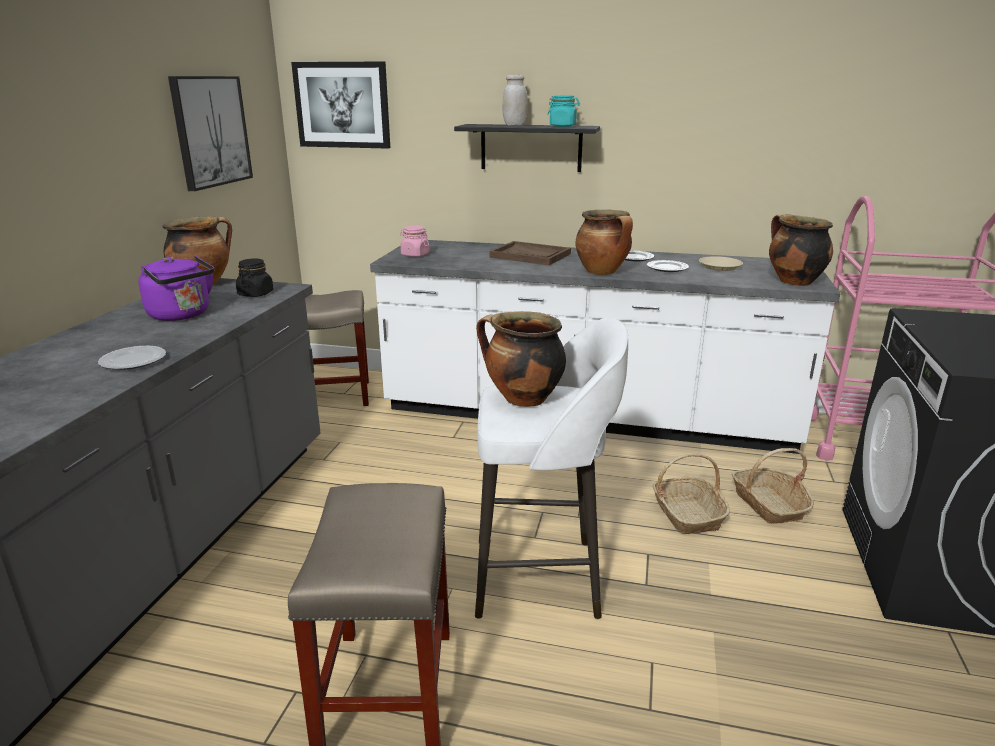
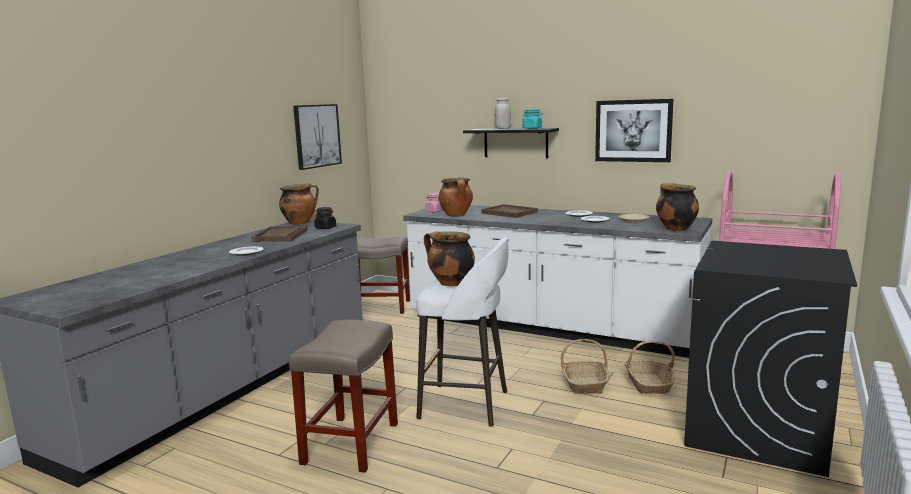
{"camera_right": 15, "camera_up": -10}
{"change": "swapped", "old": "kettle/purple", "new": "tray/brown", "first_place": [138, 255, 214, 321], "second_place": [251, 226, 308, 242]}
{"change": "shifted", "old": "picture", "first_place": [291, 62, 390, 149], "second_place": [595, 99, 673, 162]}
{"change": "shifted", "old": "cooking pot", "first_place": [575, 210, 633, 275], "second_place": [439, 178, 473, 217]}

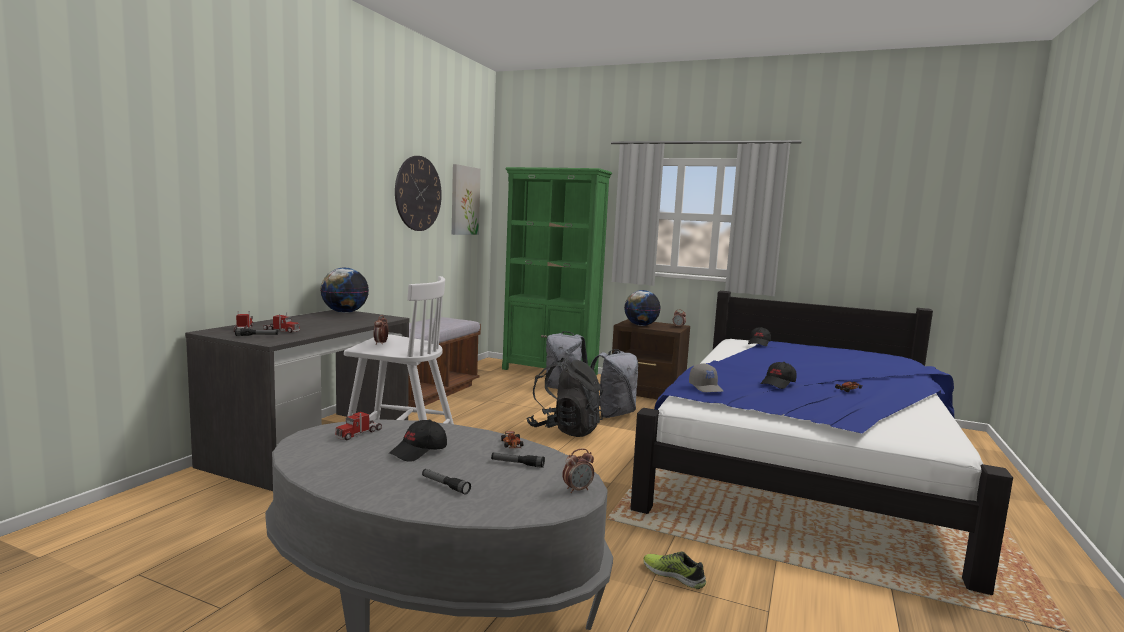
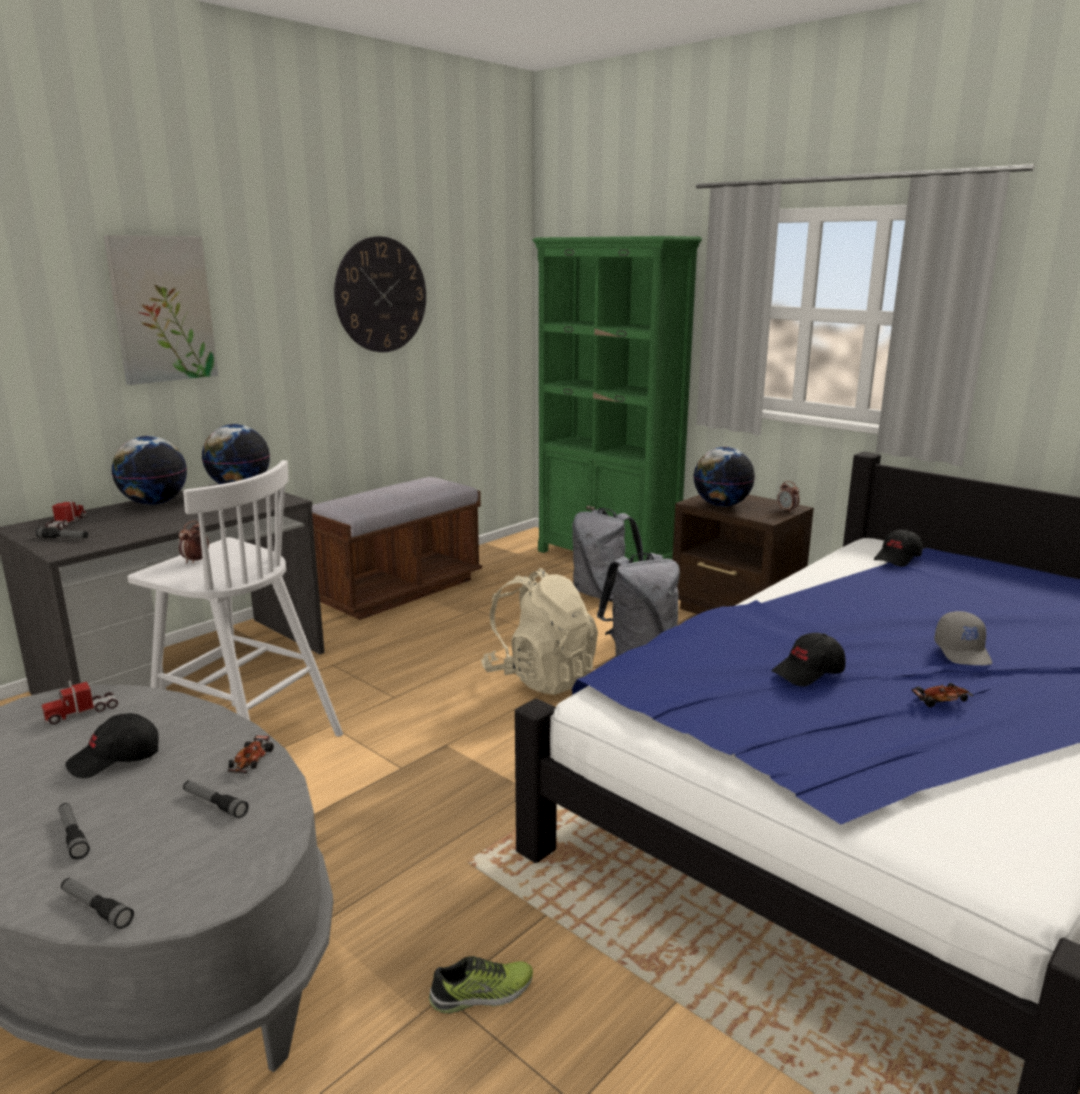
{"camera_right": 20, "camera_up": 10}
{"change": "gone", "old": "toy truck", "first_place": [263, 313, 300, 333]}
{"change": "shifted", "old": "picture", "first_place": [452, 164, 481, 235], "second_place": [104, 235, 218, 385]}
{"change": "repainted", "old": "backpack/black", "new": "backpack/beige", "first_place": [526, 358, 603, 437], "second_place": [481, 568, 598, 695]}
{"change": "gone", "old": "alarm clock", "first_place": [562, 449, 594, 493]}
{"change": "rotated", "old": "shoe", "first_place": [643, 551, 706, 589], "second_place": [429, 956, 533, 1014], "degrees": 105}
{"change": "shifted", "old": "cap/grey", "first_place": [689, 363, 724, 392], "second_place": [934, 611, 992, 665]}
{"change": "new", "new": "flashlight", "second_place": [61, 878, 134, 929]}
{"change": "new", "new": "globe", "second_place": [112, 436, 187, 505]}

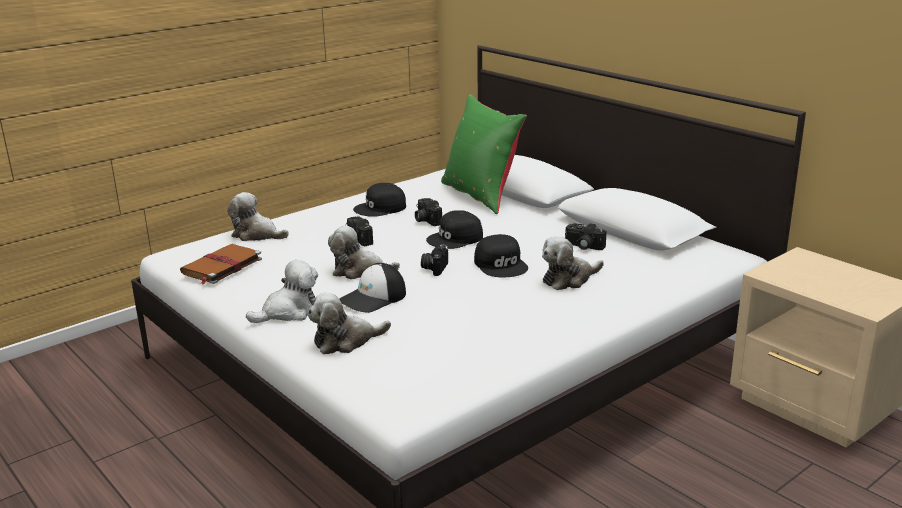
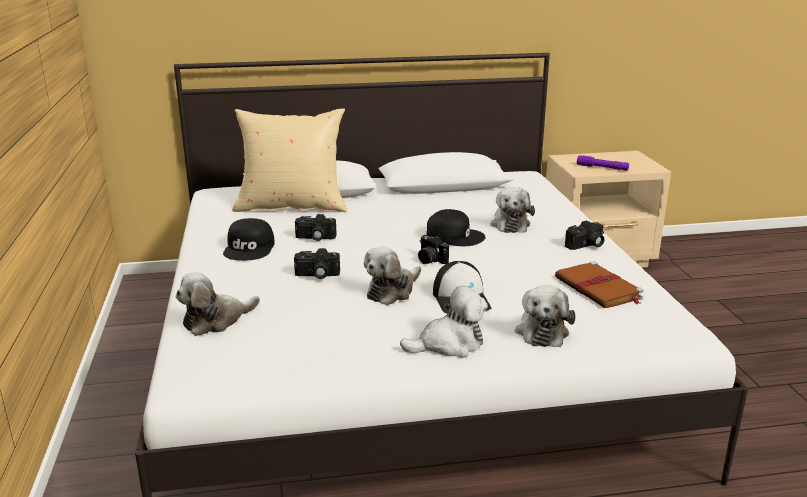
{"camera_right": -60, "camera_up": 0}
{"change": "shifted", "old": "book/brown", "first_place": [180, 244, 262, 285], "second_place": [555, 261, 644, 308]}
{"change": "rotated", "old": "plush toy", "first_place": [246, 260, 318, 323], "second_place": [400, 286, 488, 358], "degrees": 75}
{"change": "gone", "old": "cap/black", "first_place": [426, 210, 483, 249]}
{"change": "repainted", "old": "pillow/green", "new": "pillow/beige", "first_place": [441, 94, 527, 214], "second_place": [232, 108, 347, 212]}
{"change": "shifted", "old": "photo camera", "first_place": [565, 223, 606, 250], "second_place": [565, 220, 604, 250]}
{"change": "new", "new": "flashlight/purple", "second_place": [577, 155, 629, 171]}

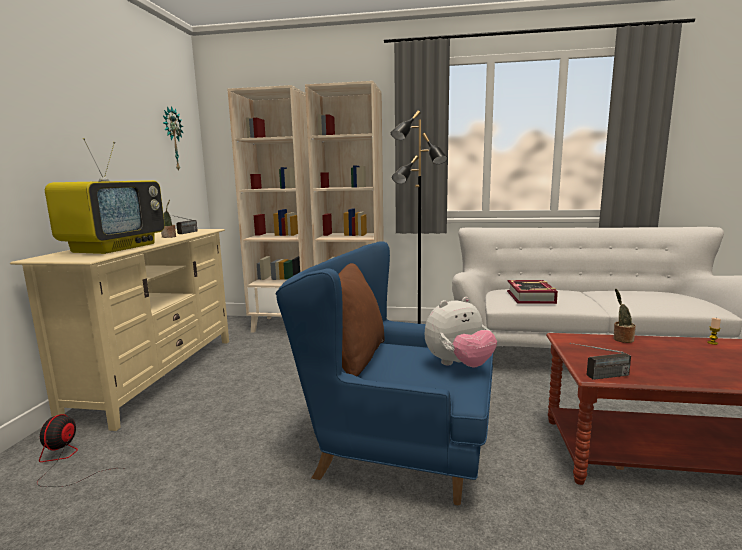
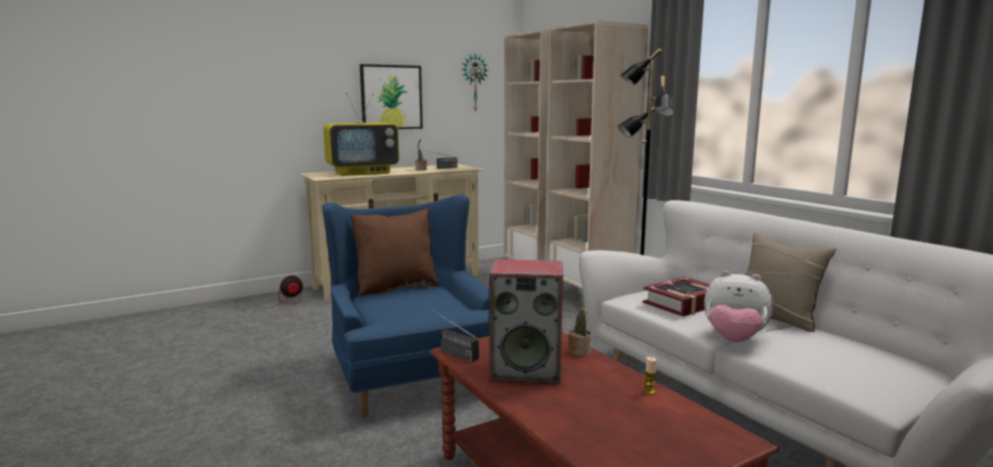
{"camera_right": 50, "camera_up": 0}
{"change": "shifted", "old": "plush toy", "first_place": [425, 297, 497, 367], "second_place": [704, 271, 773, 342]}
{"change": "new", "new": "picture", "second_place": [360, 64, 423, 129]}
{"change": "new", "new": "speaker", "second_place": [489, 259, 563, 384]}
{"change": "new", "new": "pillow/beige", "second_place": [745, 233, 836, 332]}

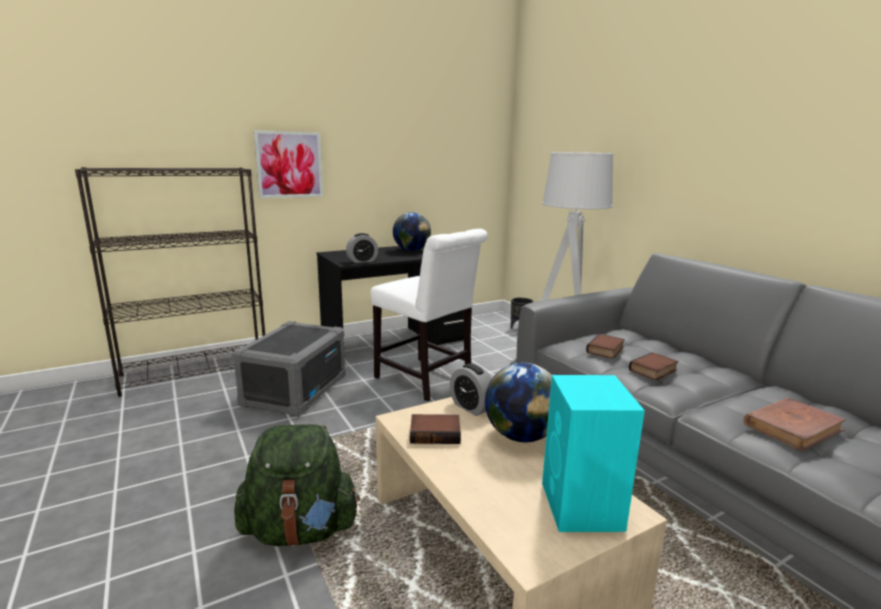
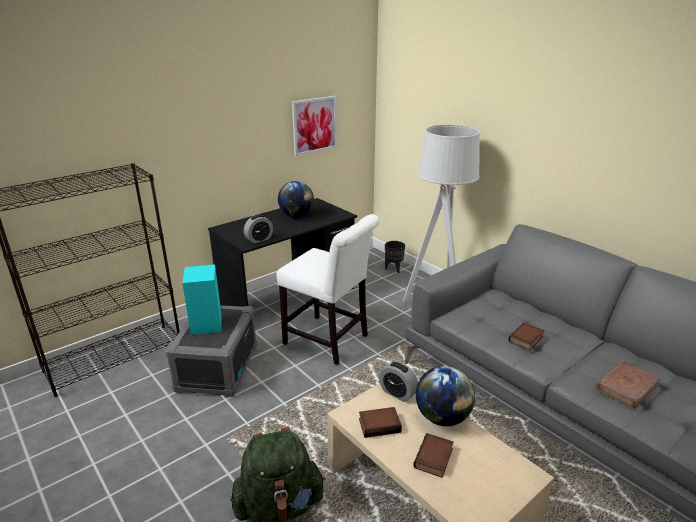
{"camera_right": -10, "camera_up": 10}
{"change": "shifted", "old": "picture", "first_place": [254, 130, 323, 198], "second_place": [292, 96, 337, 156]}
{"change": "shifted", "old": "speaker/turquoise", "first_place": [542, 375, 645, 532], "second_place": [182, 265, 221, 335]}
{"change": "shifted", "old": "book", "first_place": [586, 334, 625, 359], "second_place": [413, 433, 454, 478]}

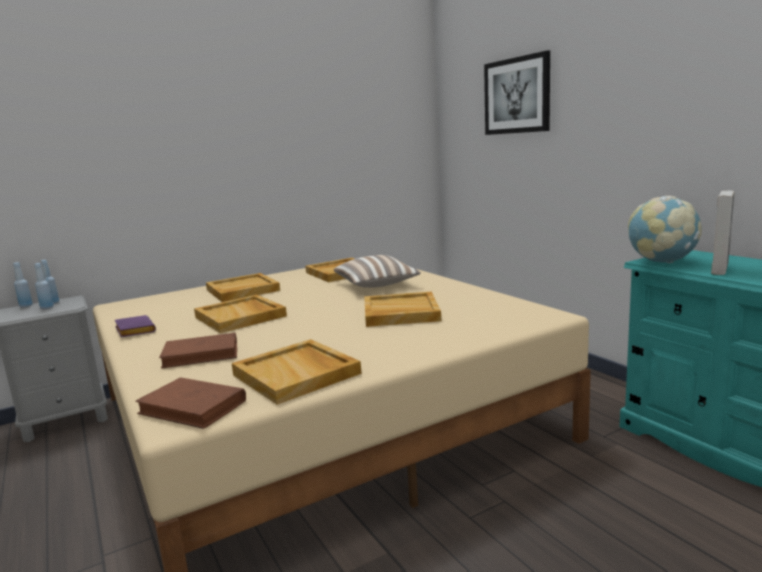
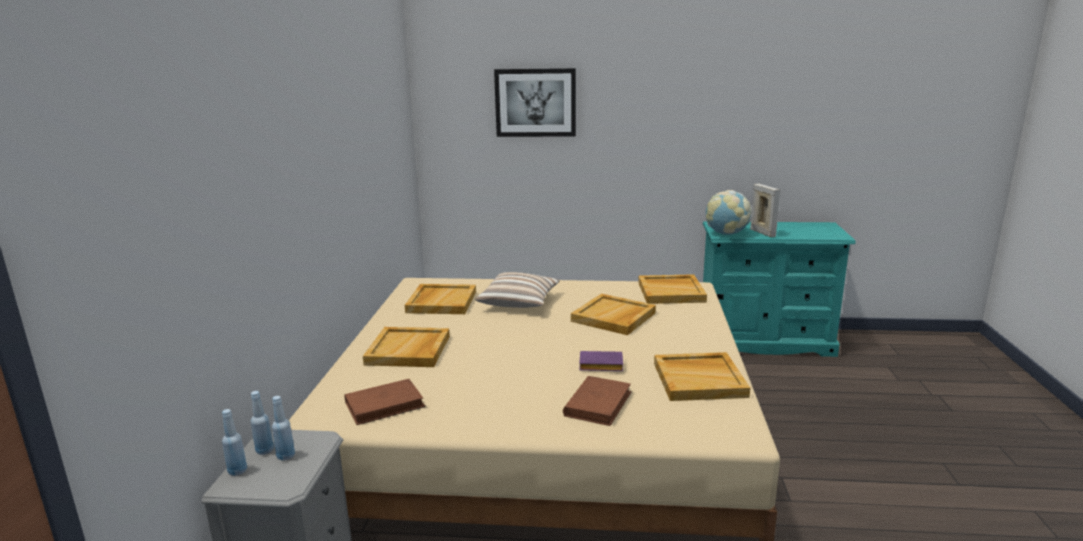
{"camera_right": -55, "camera_up": 5}
{"change": "shifted", "old": "book/purple", "first_place": [115, 315, 156, 337], "second_place": [579, 351, 623, 371]}
{"change": "shifted", "old": "book/brown", "first_place": [135, 377, 246, 429], "second_place": [344, 379, 426, 425]}
{"change": "shifted", "old": "tray/beige", "first_place": [194, 295, 287, 333], "second_place": [638, 274, 707, 304]}

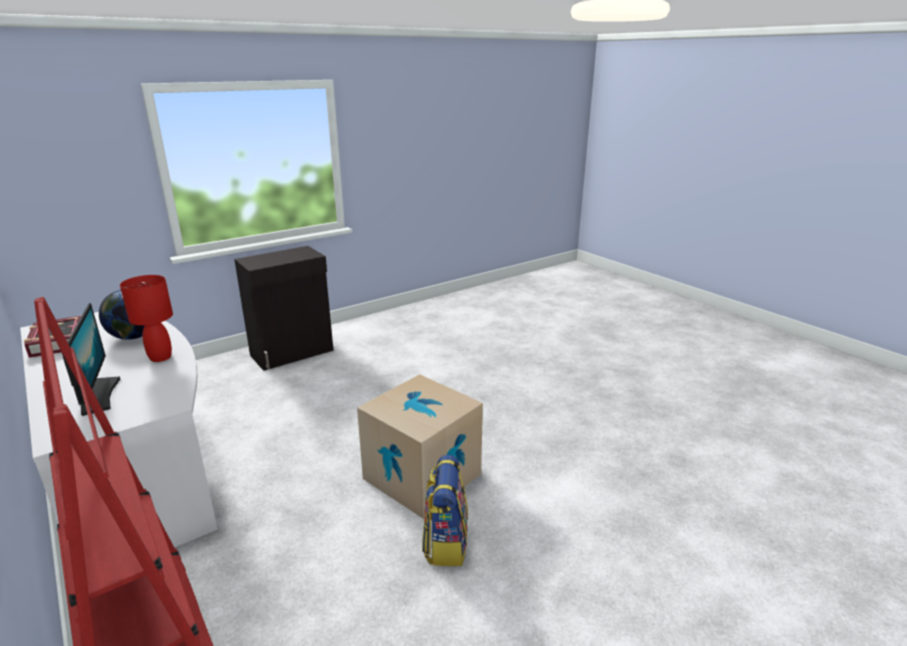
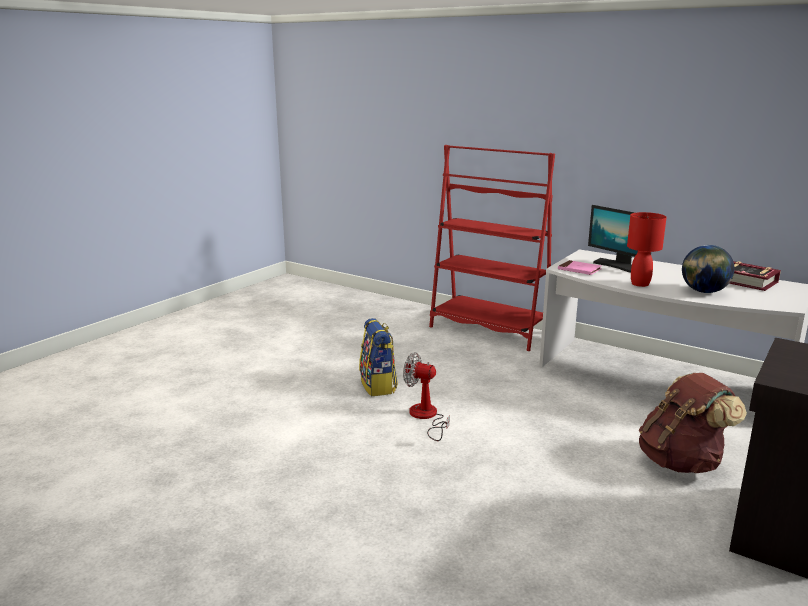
{"camera_right": 160, "camera_up": -5}
{"change": "swapped", "old": "cardboard box", "new": "fan", "first_place": [357, 374, 483, 519], "second_place": [403, 352, 450, 441]}
{"change": "new", "new": "book/pink", "second_place": [558, 260, 601, 275]}
{"change": "new", "new": "backpack/brown", "second_place": [639, 373, 747, 473]}

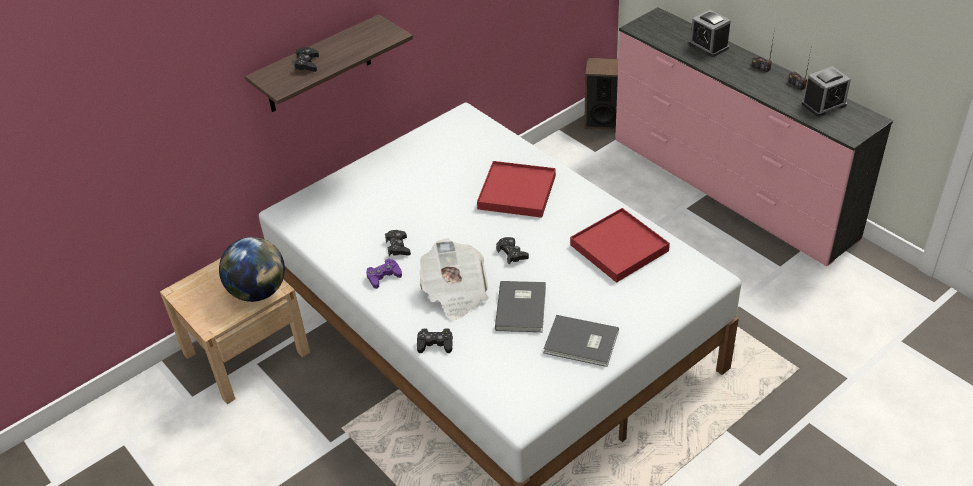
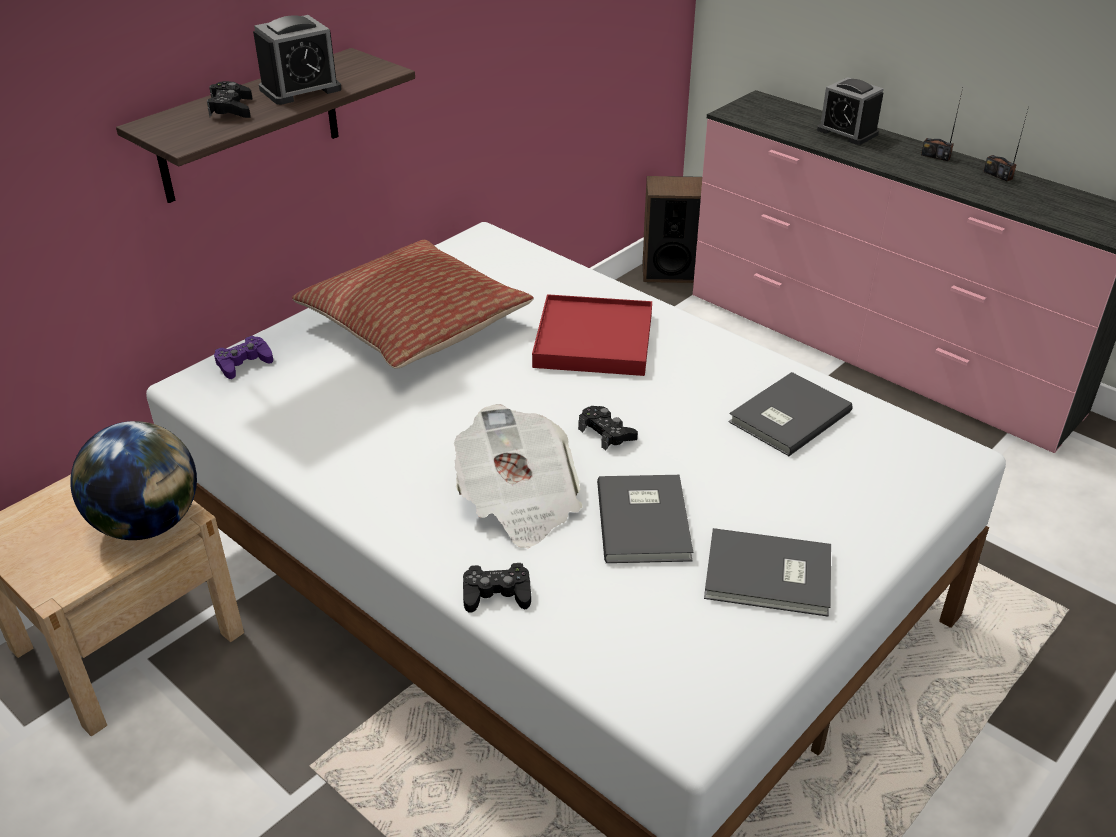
{"camera_right": -10, "camera_up": -5}
{"change": "shifted", "old": "game controller/purple", "first_place": [366, 258, 402, 289], "second_place": [214, 336, 273, 379]}
{"change": "gone", "old": "game controller/black", "first_place": [385, 230, 411, 256]}
{"change": "swapped", "old": "tray/red", "new": "book/grey", "first_place": [570, 208, 670, 283], "second_place": [728, 372, 853, 456]}
{"change": "shifted", "old": "alarm clock", "first_place": [802, 66, 851, 117], "second_place": [253, 15, 341, 105]}
{"change": "new", "new": "pillow", "second_place": [292, 240, 534, 369]}

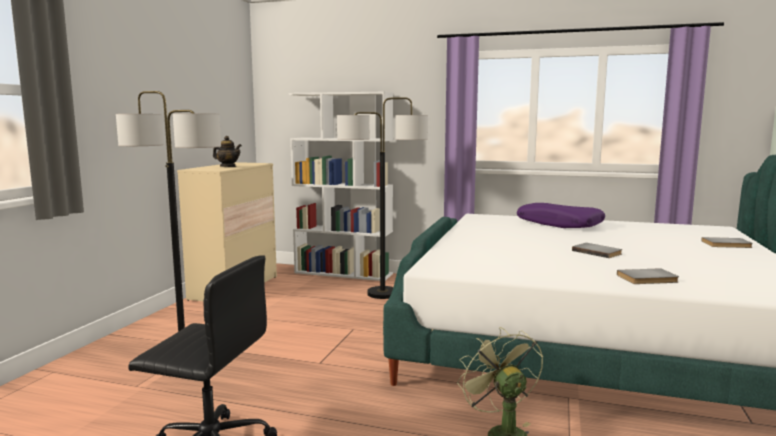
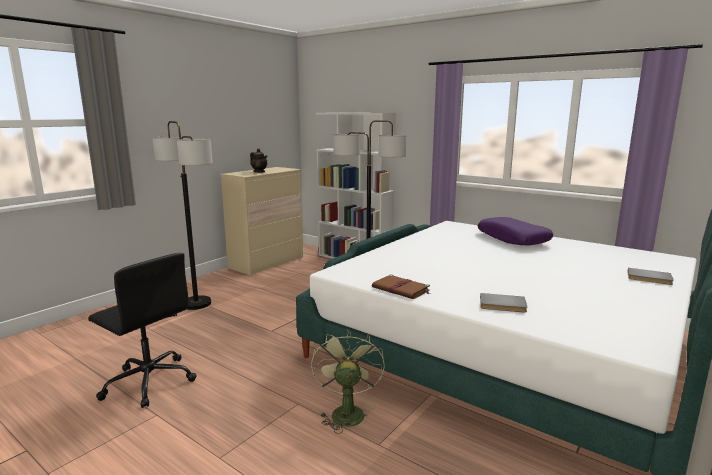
{"camera_right": 20, "camera_up": 5}
{"change": "gone", "old": "book/grey", "first_place": [572, 243, 622, 258]}
{"change": "new", "new": "book/brown", "second_place": [372, 274, 430, 299]}

